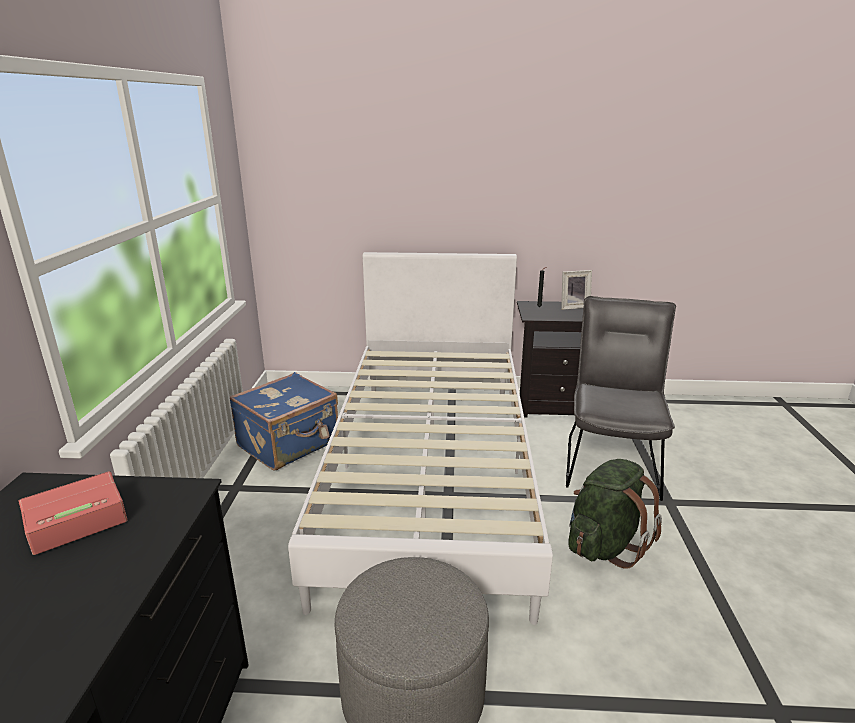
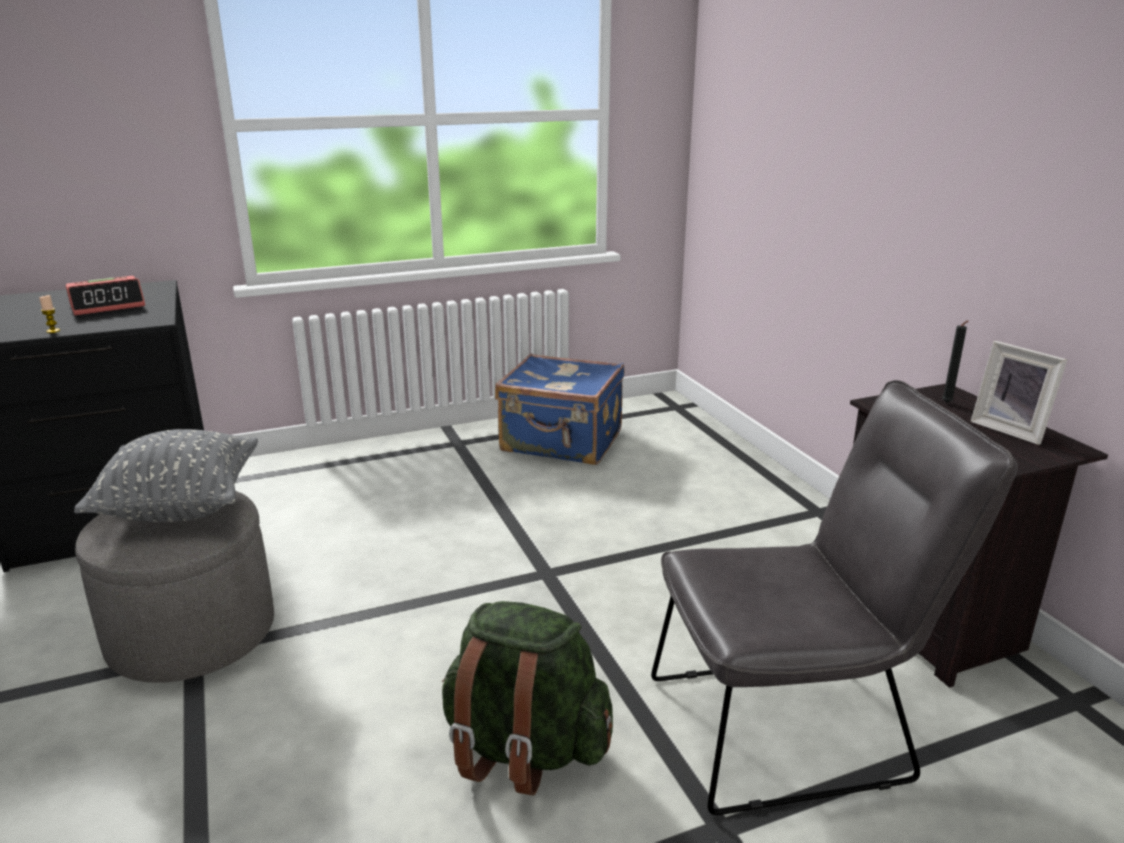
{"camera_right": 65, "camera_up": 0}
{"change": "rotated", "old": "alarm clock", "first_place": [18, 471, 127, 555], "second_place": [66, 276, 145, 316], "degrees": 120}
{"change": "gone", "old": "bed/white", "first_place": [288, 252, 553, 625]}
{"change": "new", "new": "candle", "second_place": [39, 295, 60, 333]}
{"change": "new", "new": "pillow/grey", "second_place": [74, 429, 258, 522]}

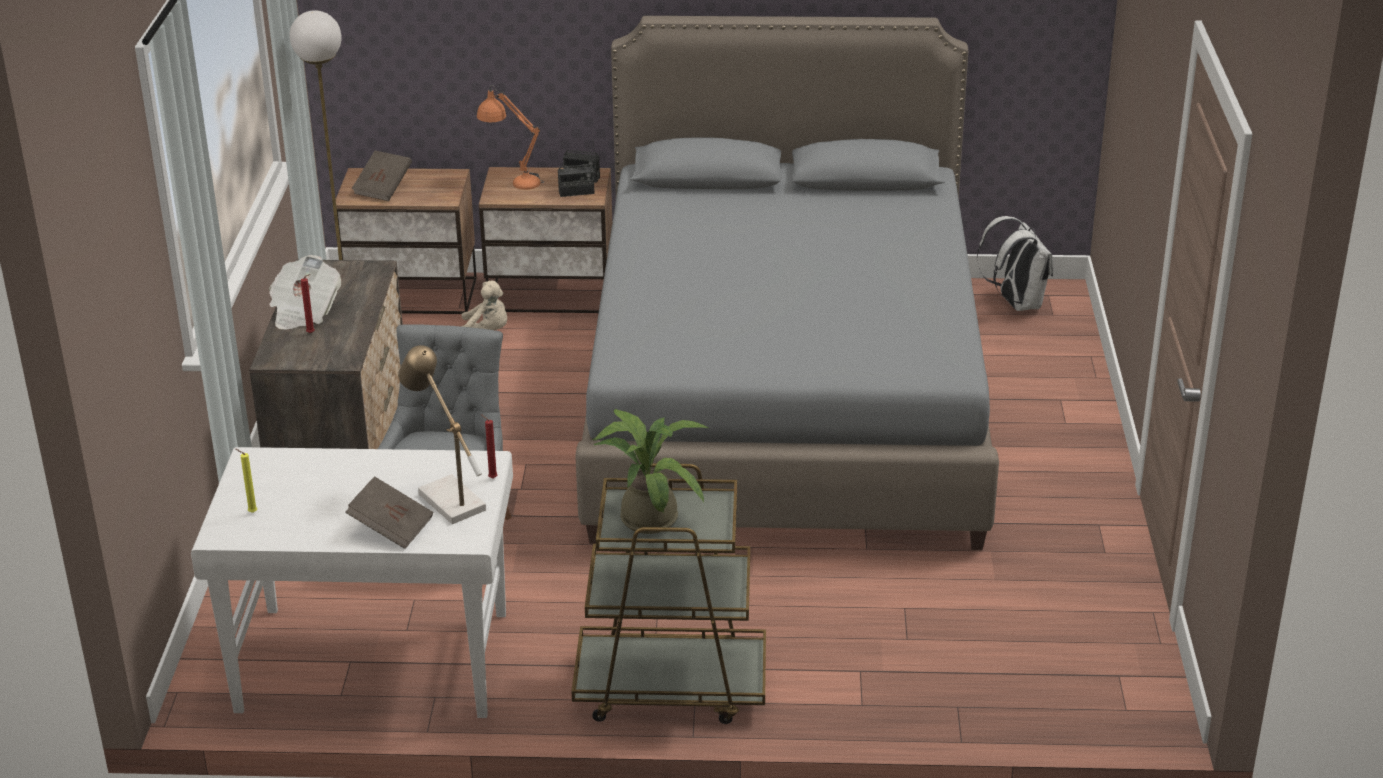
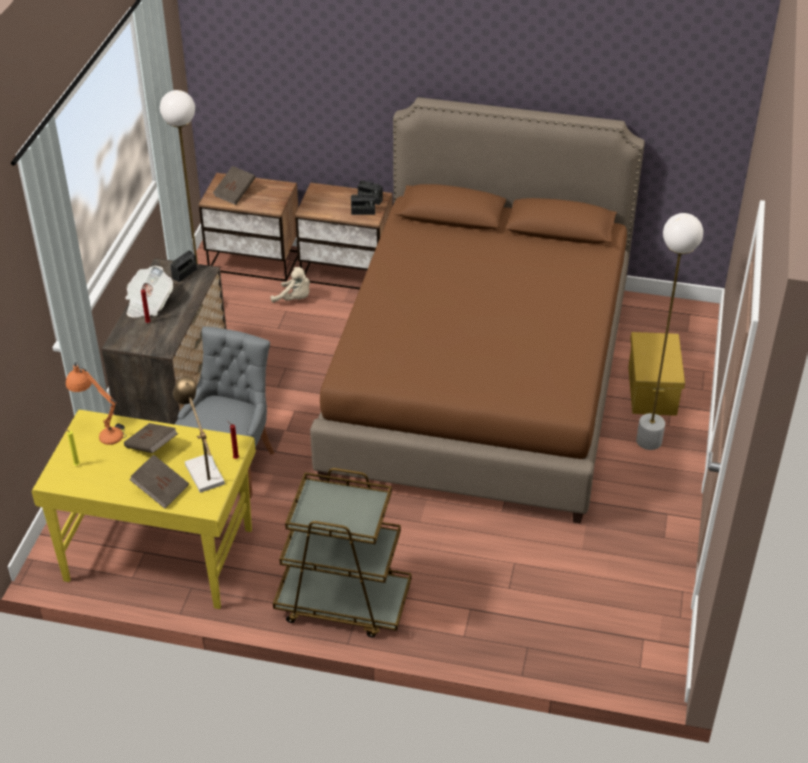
{"camera_right": 10, "camera_up": 10}
{"change": "repainted", "old": "desk/white", "new": "desk/yellow", "first_place": [191, 447, 513, 718], "second_place": [32, 410, 256, 609]}
{"change": "shifted", "old": "table lamp/orange", "first_place": [477, 85, 544, 190], "second_place": [66, 362, 126, 445]}
{"change": "repainted", "old": "bed/grey", "new": "bed/brown", "first_place": [575, 16, 999, 550], "second_place": [310, 97, 645, 523]}
{"change": "gone", "old": "potted plant", "first_place": [592, 409, 708, 534]}
{"change": "gone", "old": "backpack/white", "first_place": [977, 216, 1053, 311]}
{"change": "new", "new": "book/brown", "second_place": [124, 423, 178, 453]}
{"change": "new", "new": "radio", "second_place": [170, 240, 197, 282]}
{"change": "new", "new": "storage box/yellow", "second_place": [628, 332, 685, 416]}
{"change": "new", "new": "floor lamp/white", "second_place": [636, 213, 703, 450]}

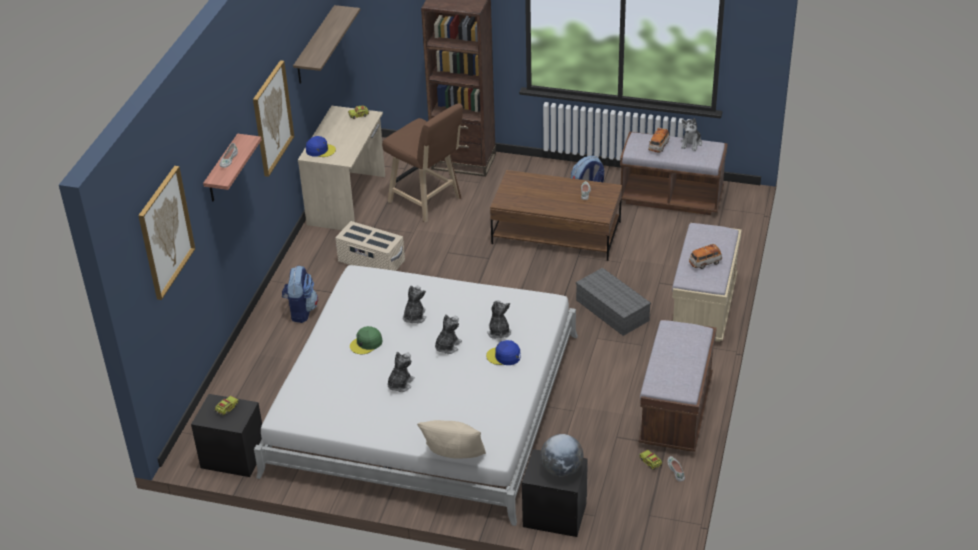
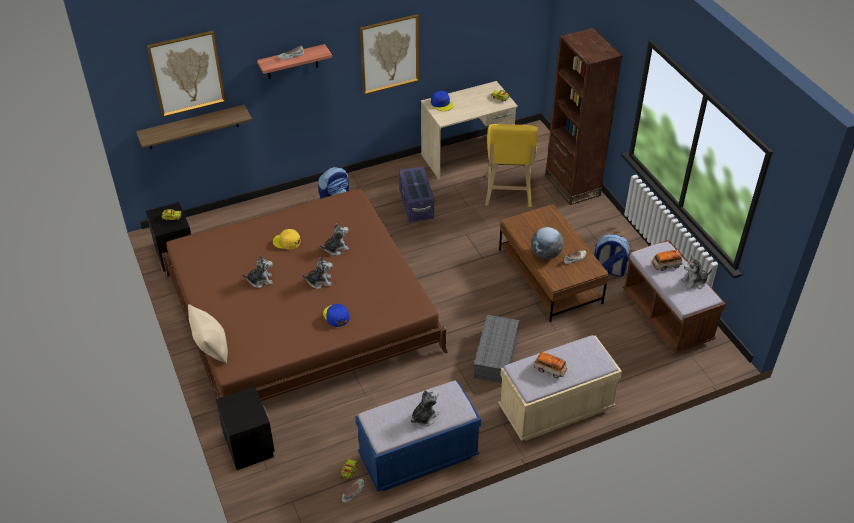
{"camera_right": 50, "camera_up": 5}
{"change": "repainted", "old": "bed/white", "new": "bed/brown", "first_place": [254, 265, 578, 526], "second_place": [162, 189, 448, 429]}
{"change": "shifted", "old": "shelf", "first_place": [293, 5, 360, 84], "second_place": [136, 105, 252, 149]}
{"change": "repainted", "old": "storage box/beige", "new": "storage box/purple", "first_place": [335, 221, 405, 271], "second_place": [399, 167, 434, 222]}
{"change": "repainted", "old": "cap/green", "new": "cap/yellow", "first_place": [350, 326, 383, 354], "second_place": [273, 229, 301, 250]}
{"change": "repainted", "old": "stool/brown", "new": "stool/yellow", "first_place": [382, 103, 463, 222], "second_place": [485, 124, 538, 207]}
{"change": "shifted", "old": "plush toy", "first_place": [487, 300, 511, 339], "second_place": [411, 390, 440, 427]}
{"change": "shifted", "old": "globe", "first_place": [540, 434, 583, 477], "second_place": [531, 227, 564, 259]}
{"change": "repainted", "old": "bench/brown", "new": "bench/blue", "first_place": [639, 320, 717, 452], "second_place": [355, 381, 481, 492]}

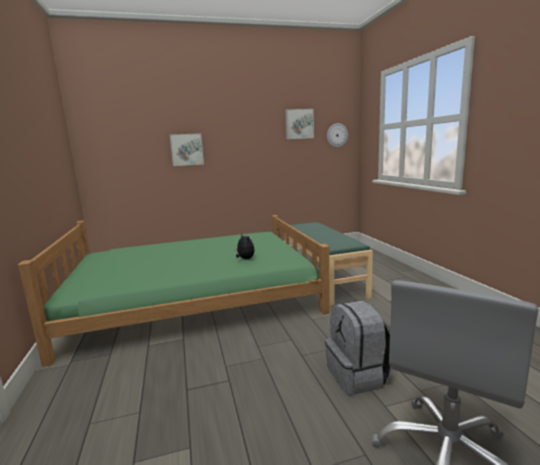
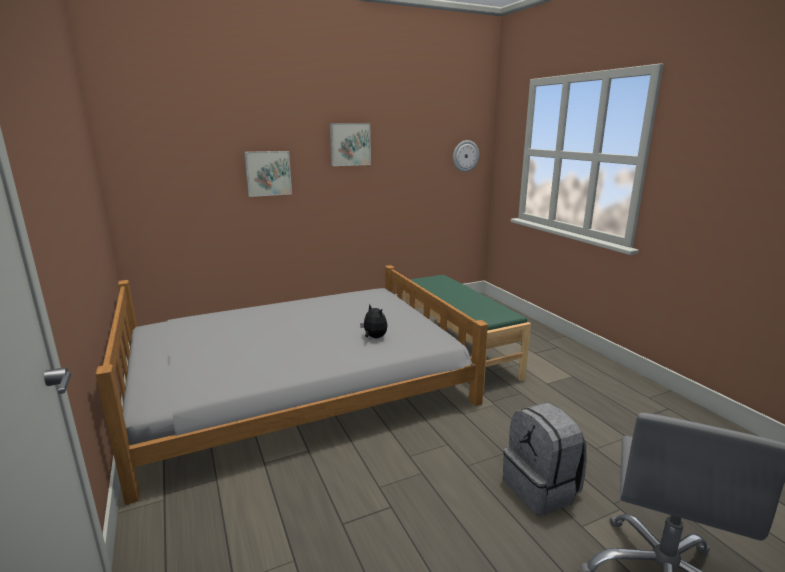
{"camera_right": -10, "camera_up": 5}
{"change": "repainted", "old": "bed/green", "new": "bed/grey", "first_place": [18, 215, 330, 367], "second_place": [96, 265, 488, 505]}
{"change": "shifted", "old": "picture", "first_place": [285, 109, 314, 139], "second_place": [330, 123, 371, 166]}

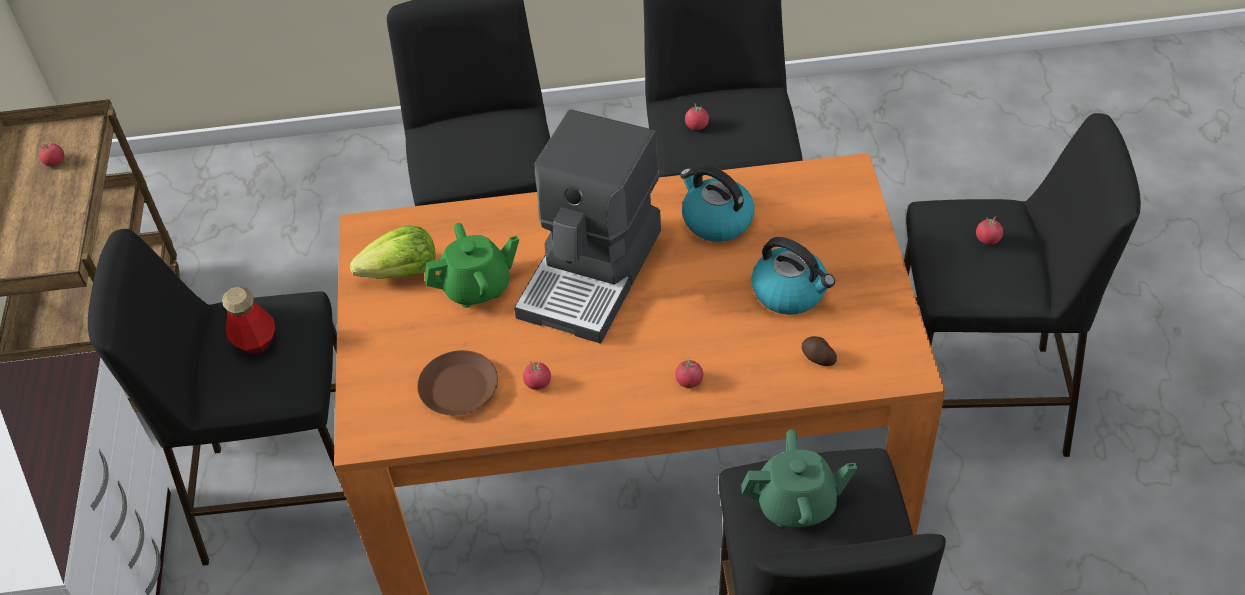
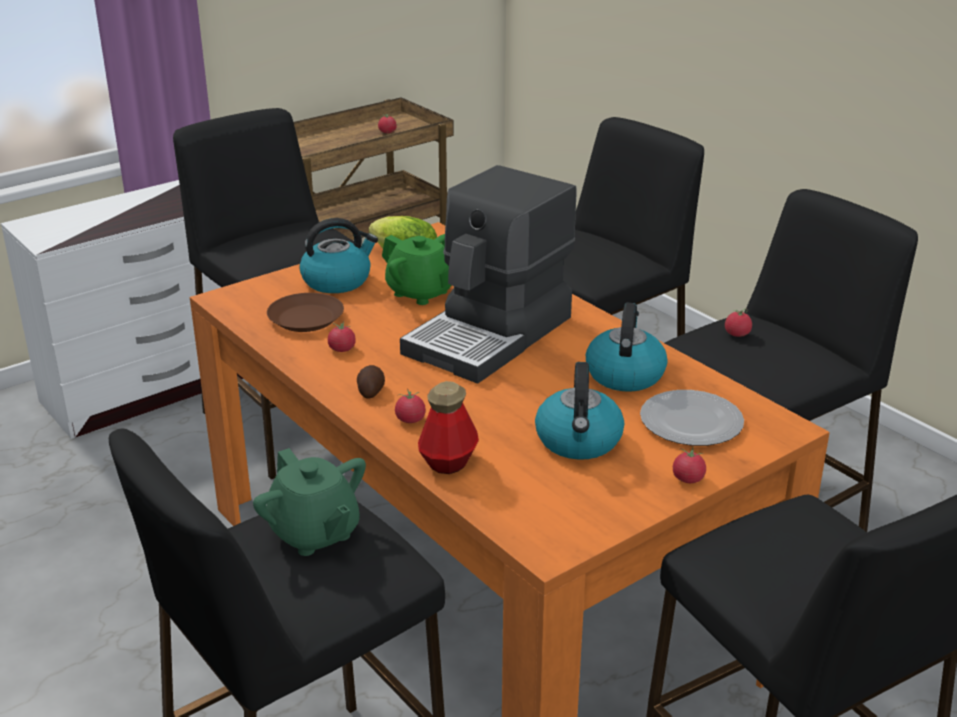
{"camera_right": 55, "camera_up": -20}
{"change": "shifted", "old": "bottle", "first_place": [222, 286, 275, 354], "second_place": [418, 381, 479, 474]}
{"change": "rotated", "old": "coffee machine", "first_place": [514, 109, 661, 344], "second_place": [400, 165, 577, 384], "degrees": -45}
{"change": "shifted", "old": "potato", "first_place": [802, 336, 837, 366], "second_place": [357, 365, 385, 399]}
{"change": "shifted", "old": "tomato", "first_place": [976, 216, 1003, 245], "second_place": [673, 447, 706, 483]}
{"change": "new", "new": "kettle", "second_place": [299, 218, 378, 293]}
{"change": "new", "new": "plate", "second_place": [640, 390, 744, 446]}

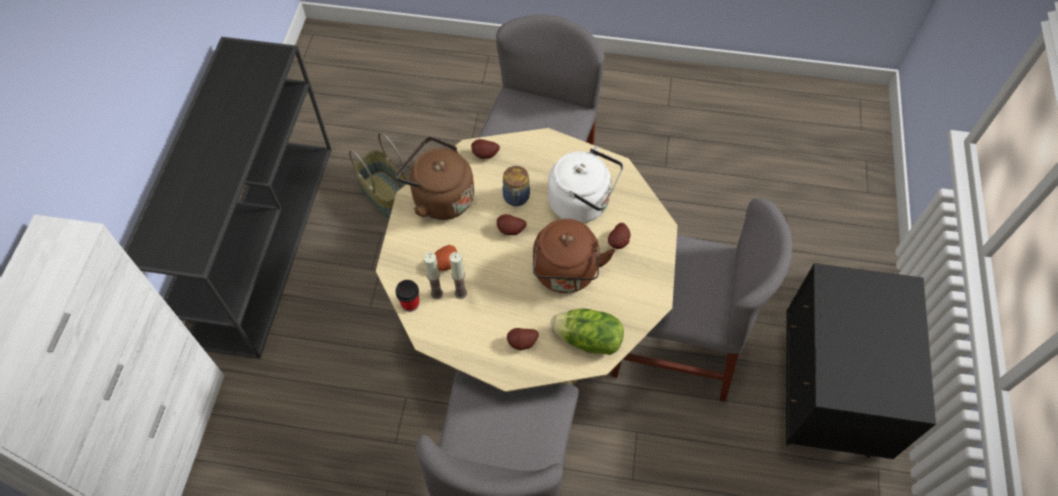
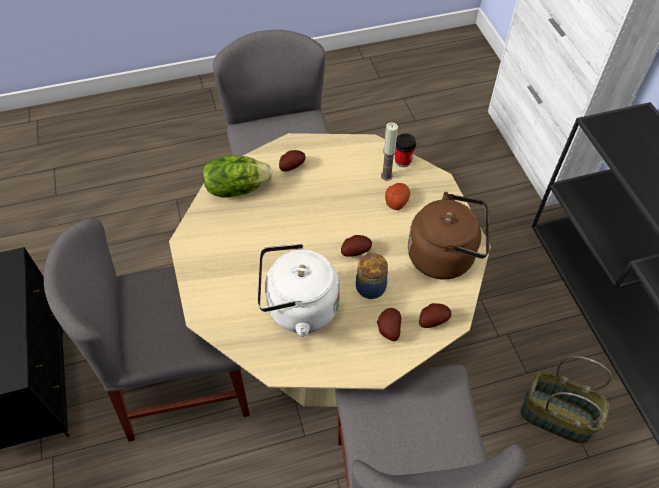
{"camera_right": 155, "camera_up": -5}
{"change": "gone", "old": "candle", "first_place": [450, 252, 467, 299]}
{"change": "gone", "old": "kettle/brown", "first_place": [533, 219, 615, 293]}
{"change": "shifted", "old": "potato", "first_place": [608, 223, 631, 249], "second_place": [377, 308, 401, 341]}

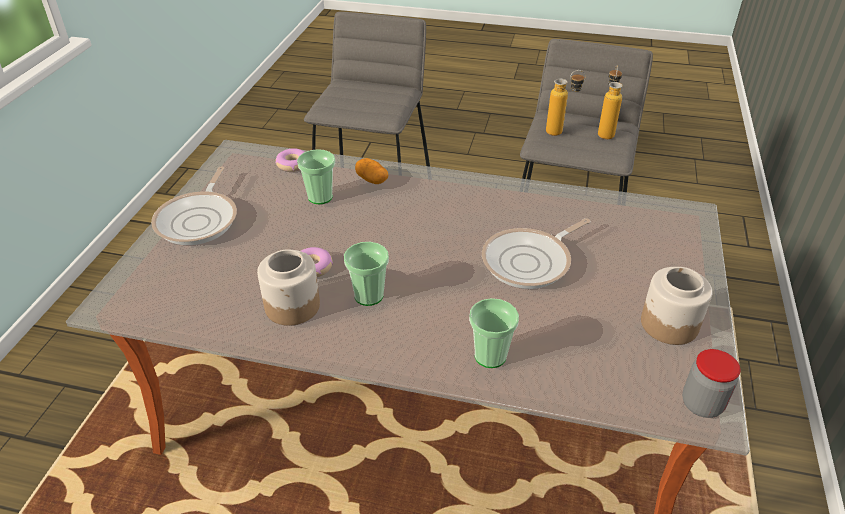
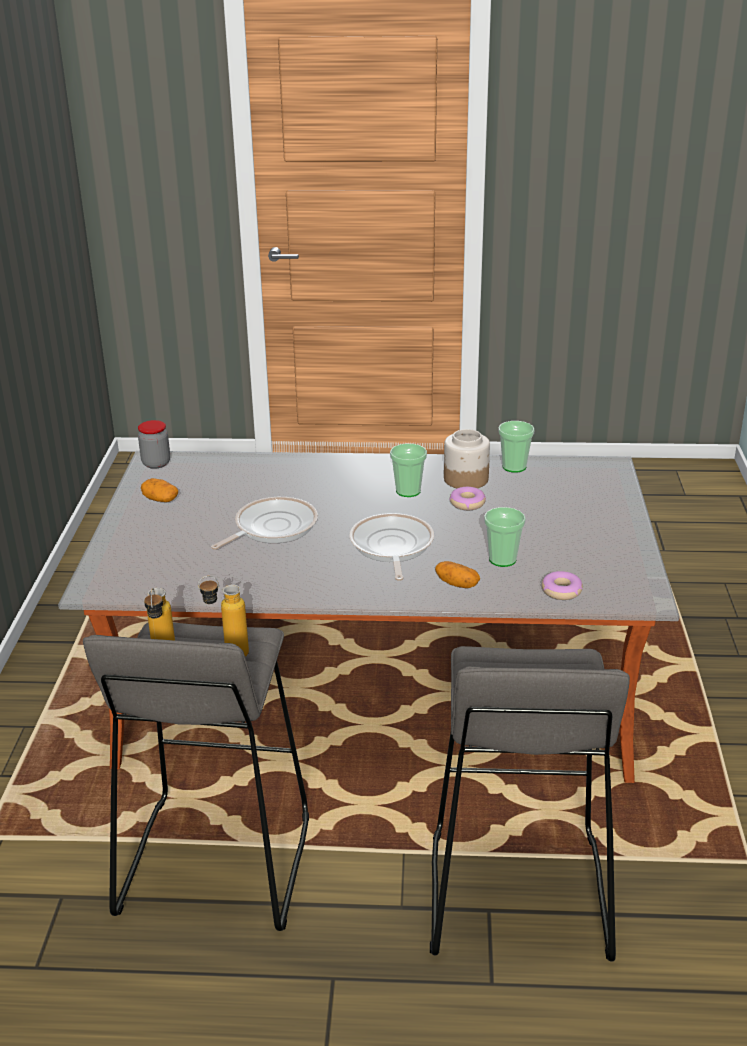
{"camera_right": 170, "camera_up": -10}
{"change": "shifted", "old": "frying pan", "first_place": [151, 166, 237, 245], "second_place": [349, 513, 434, 581]}
{"change": "shifted", "old": "cup", "first_place": [469, 298, 519, 368], "second_place": [498, 421, 534, 473]}
{"change": "swapped", "old": "jar", "new": "potato", "first_place": [641, 267, 712, 345], "second_place": [141, 478, 178, 502]}

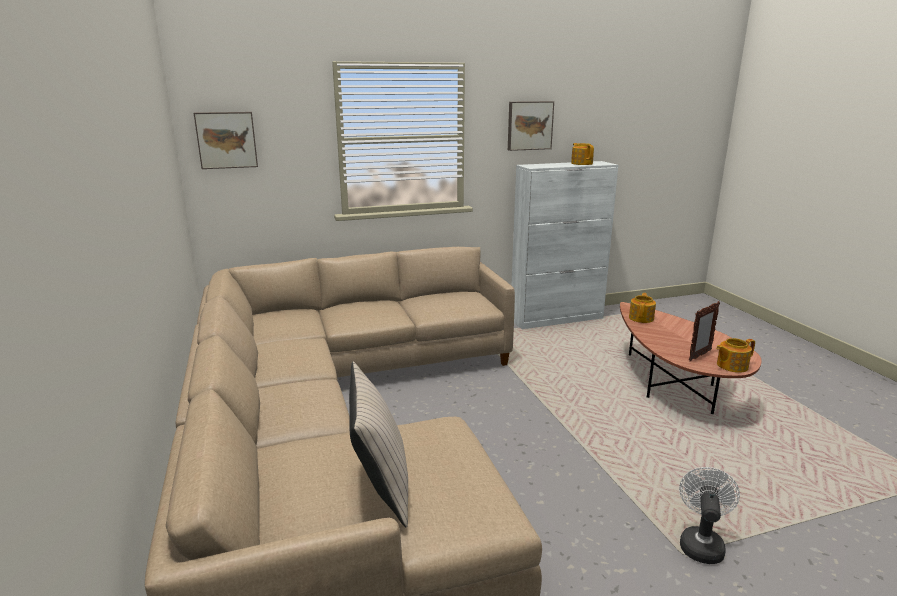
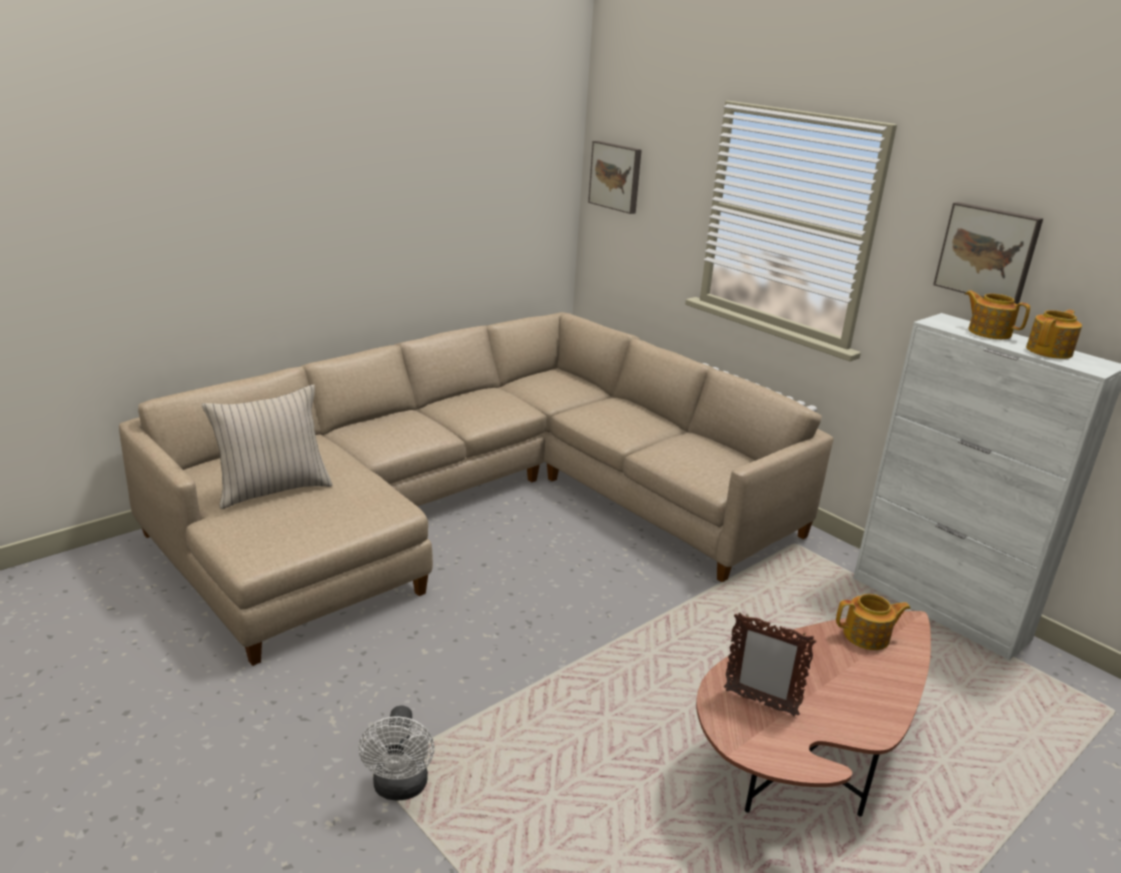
{"camera_right": 65, "camera_up": 5}
{"change": "rotated", "old": "fan/white", "first_place": [679, 467, 740, 564], "second_place": [359, 706, 435, 801], "degrees": 90}
{"change": "shifted", "old": "teapot", "first_place": [716, 338, 755, 373], "second_place": [965, 290, 1030, 339]}

